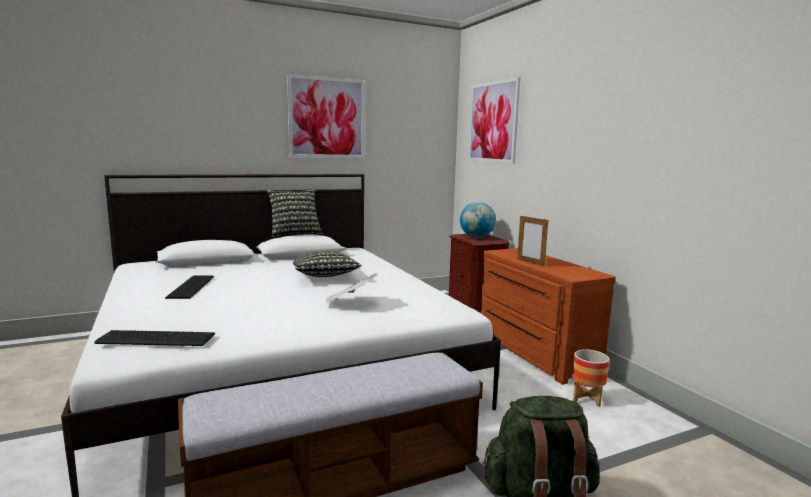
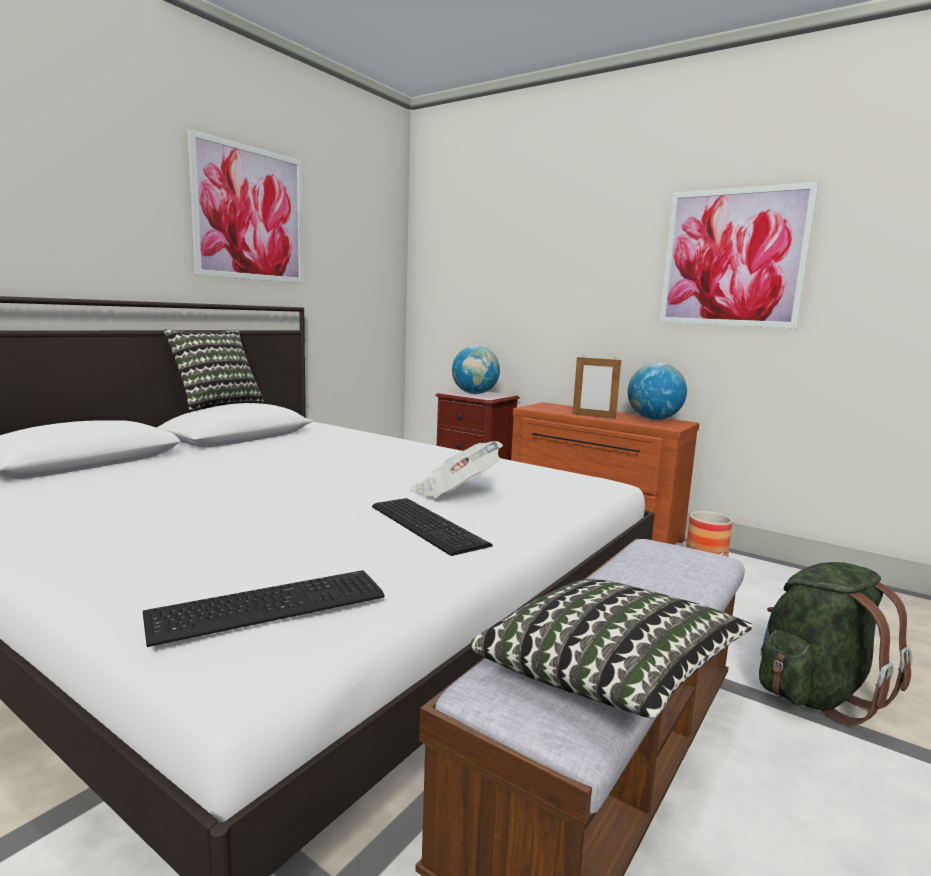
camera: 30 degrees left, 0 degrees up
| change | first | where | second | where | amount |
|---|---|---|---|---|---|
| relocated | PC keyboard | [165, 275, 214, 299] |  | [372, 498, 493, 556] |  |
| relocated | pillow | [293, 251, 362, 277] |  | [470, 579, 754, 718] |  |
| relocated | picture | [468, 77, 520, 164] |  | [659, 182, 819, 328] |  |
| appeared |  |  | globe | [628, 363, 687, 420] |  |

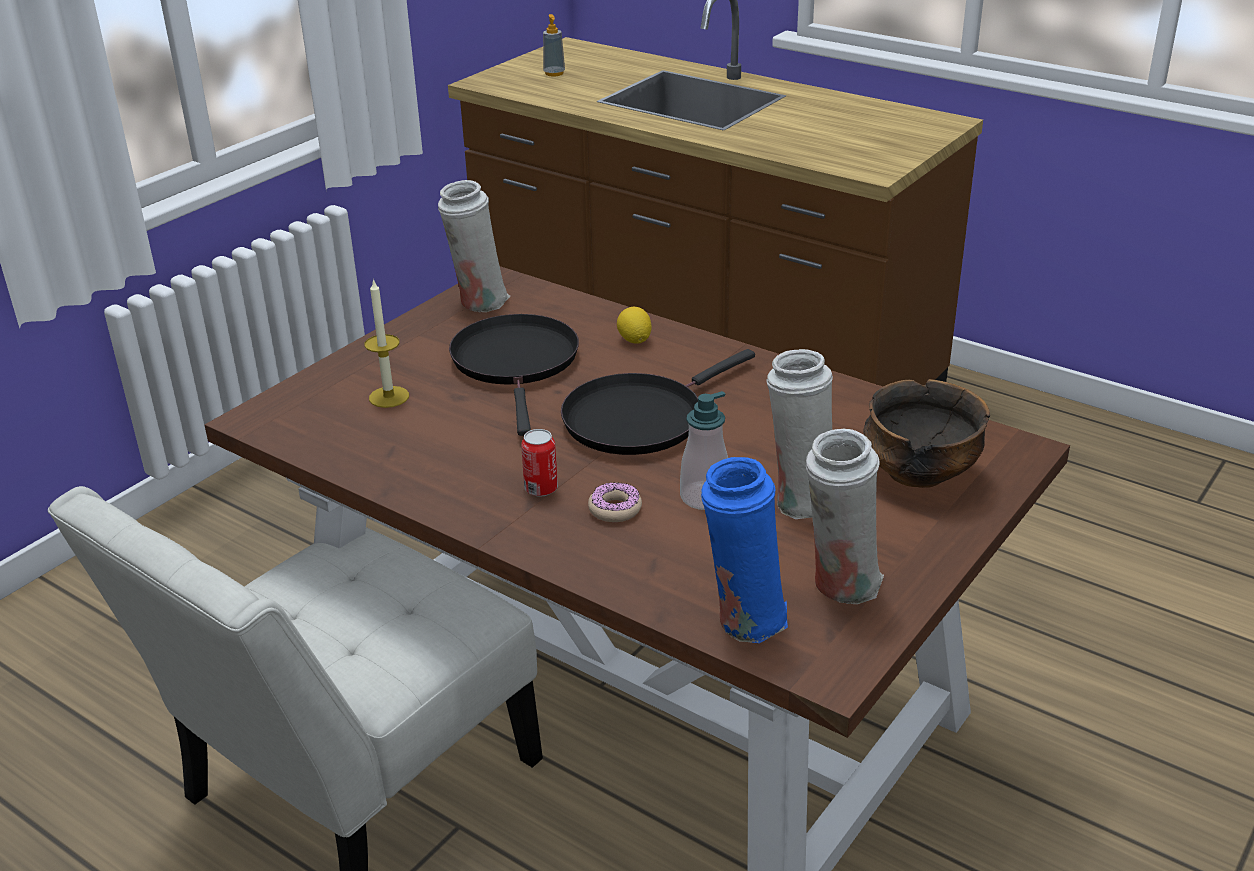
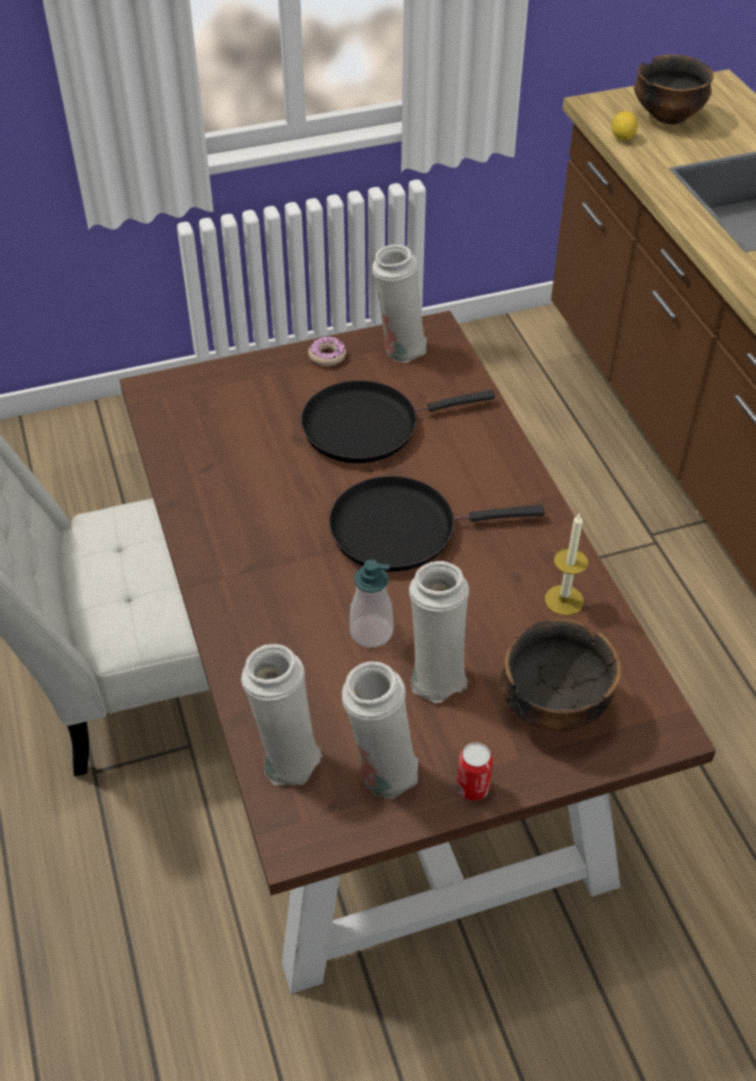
camera: 35 degrees right, 15 degrees up
| change | first | where | second | where | amount |
|---|---|---|---|---|---|
| relocated | wax light | [364, 278, 409, 408] |  | [545, 513, 588, 616] |  |
| spun | black frying pan | [449, 314, 579, 436] |  | [301, 380, 495, 463] | 135 degrees counterclockwise |
| relocated | sealed can | [521, 429, 558, 497] |  | [457, 743, 493, 801] |  |
| exchanged | liquid soap bottle | [543, 14, 565, 77] | serving bowl | [634, 54, 714, 124] |  |
| relocated | ring doughnut | [588, 482, 642, 522] |  | [308, 336, 346, 366] |  |
| relocated | citrus fruit | [617, 307, 652, 344] |  | [612, 111, 638, 141] |  |
| colour | blue vase | [701, 457, 788, 643] | whitish vase | [241, 644, 322, 785] |  |

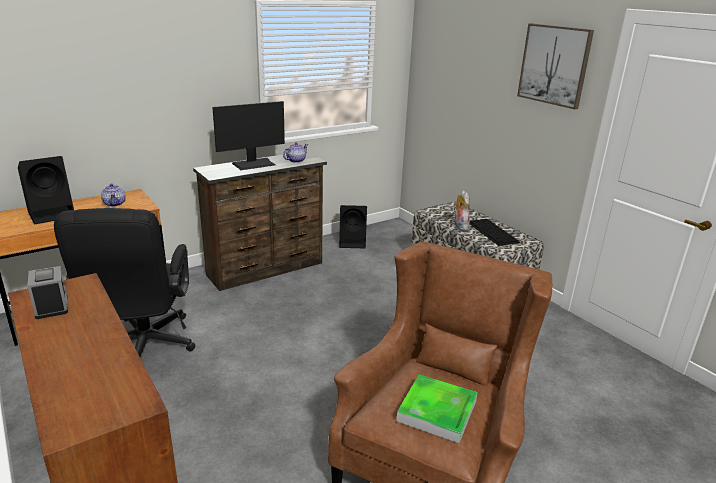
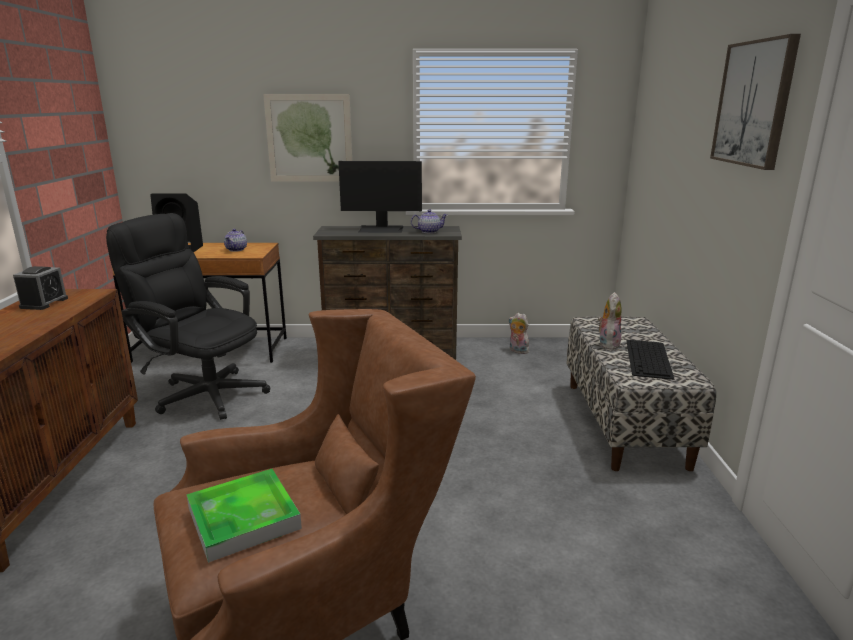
camera: 35 degrees right, 5 degrees down
| change | first | where | second | where | amount |
|---|---|---|---|---|---|
| spun | black computer chair | [54, 208, 195, 356] |  | [106, 213, 270, 420] | 90 degrees clockwise |
| exchanged | black loudspeaker | [339, 205, 367, 248] | cuddly toy | [508, 313, 529, 354] |  |
| appeared |  |  | picture | [263, 94, 352, 182] |  |

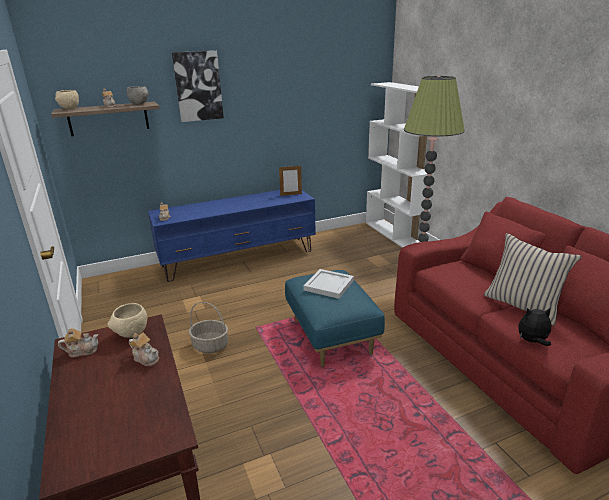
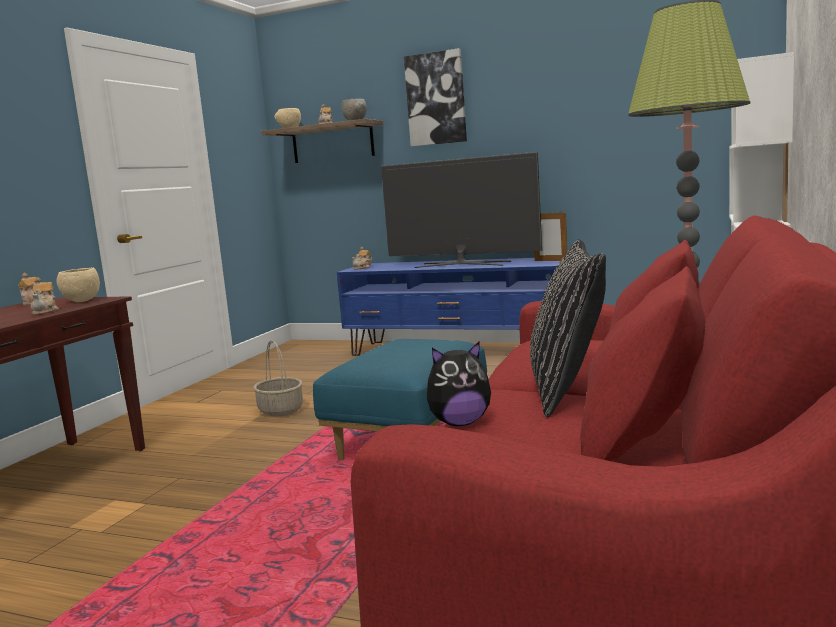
camera: 45 degrees right, 15 degrees down
| change | first | where | second | where | amount |
|---|---|---|---|---|---|
| missing | whitish serving tray | [304, 269, 354, 299] |  |  |  |
| colour | beige-coloured pillow | [484, 233, 582, 326] | black pillow | [530, 239, 606, 418] |  |
| spun | cuddly toy | [518, 308, 551, 346] |  | [427, 342, 491, 426] | 120 degrees clockwise |
| appeared |  |  | TV set | [381, 152, 542, 268] |  |

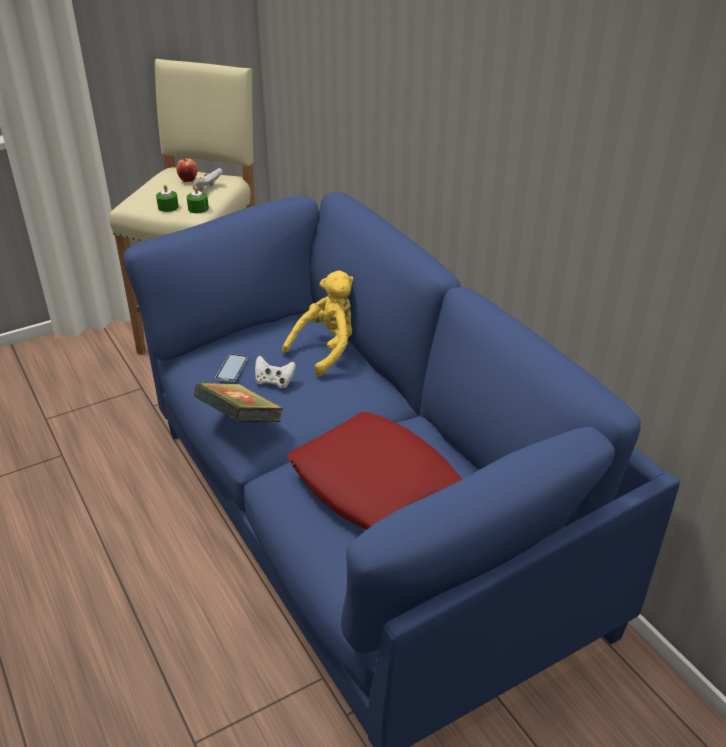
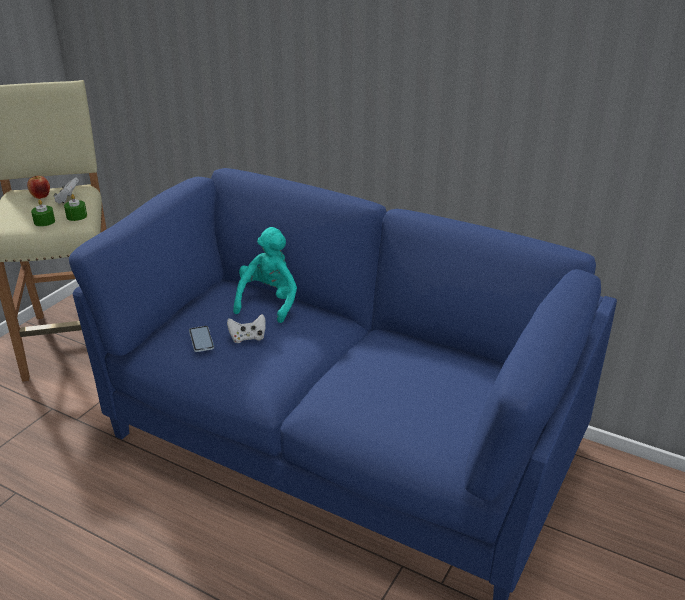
camera: 30 degrees left, 5 degrees down
| change | first | where | second | where | amount |
|---|---|---|---|---|---|
| missing | volume | [193, 382, 284, 422] |  |  |  |
| colour | yellowish cuddly toy | [282, 270, 353, 377] | blue-green cuddly toy | [233, 227, 297, 323] |  |
| missing | reddish pillow | [287, 412, 462, 530] |  |  |  |

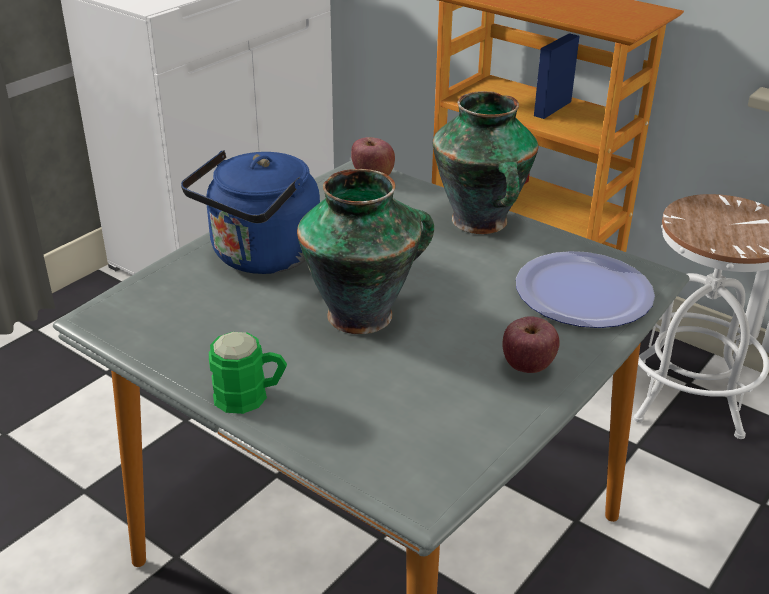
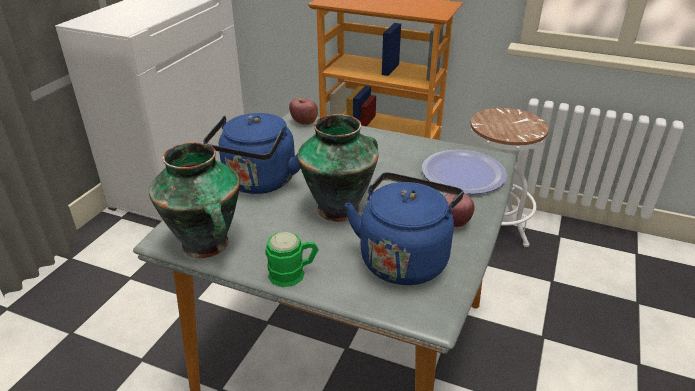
camera: 15 degrees left, 0 degrees up
| change | first | where | second | where | amount |
|---|---|---|---|---|---|
| relocated | vase | [433, 91, 538, 234] |  | [149, 142, 240, 258] |  |
| appeared |  |  | blue water kettle | [345, 173, 464, 285] |  |

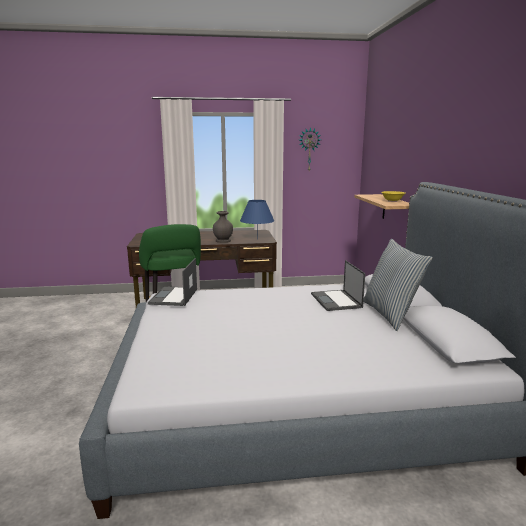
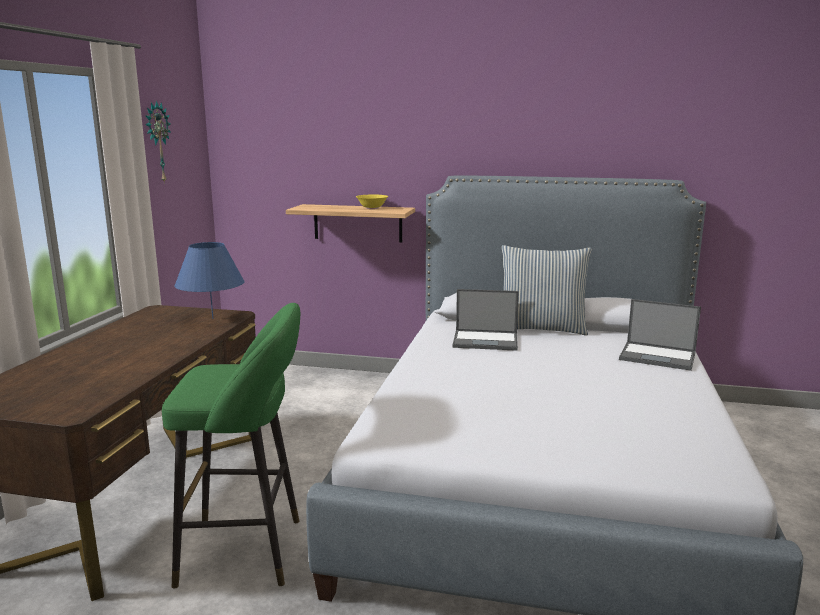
camera: 70 degrees left, 0 degrees up
| change | first | where | second | where | amount |
|---|---|---|---|---|---|
| relocated | laptop | [148, 258, 197, 306] |  | [619, 299, 701, 371] |  |
| missing | gray vase | [213, 211, 233, 243] |  |  |  |

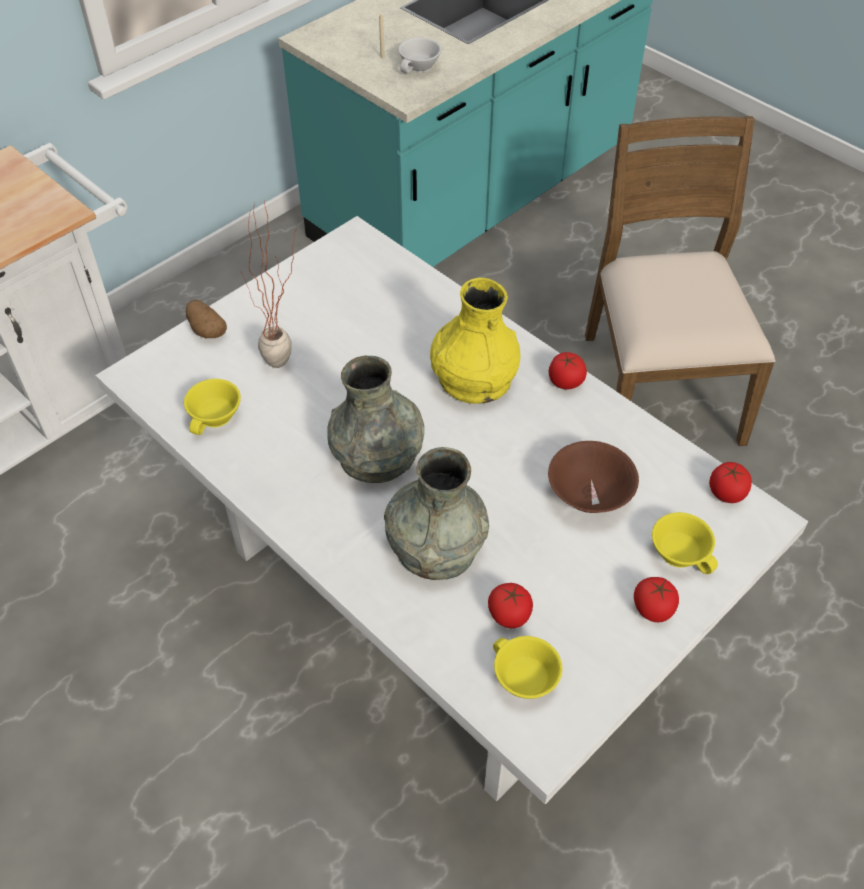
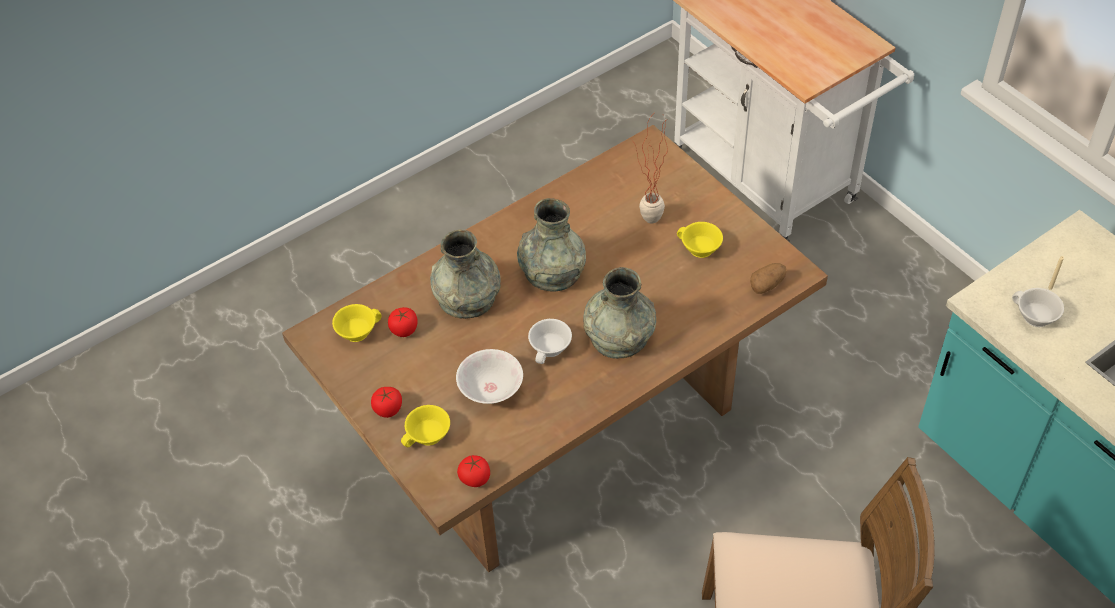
camera: 100 degrees right, 0 degrees up
| change | first | where | second | where | amount |
|---|---|---|---|---|---|
| colour | whitish kitchen table | [96, 216, 808, 804] | brownish kitchen table | [282, 125, 828, 572] |  |
| relocated | yellowish drinking cup | [184, 379, 241, 435] |  | [677, 222, 723, 258] |  |
| relocated | potato | [186, 299, 227, 338] |  | [750, 263, 787, 294] |  |
| colour | yellowish vase | [430, 278, 520, 404] | gray vase | [583, 267, 656, 359] |  |
| colour | brownish serving bowl | [548, 441, 639, 513] | whitish serving bowl | [456, 349, 523, 404] |  |
| missing | fresh tomato | [549, 352, 587, 389] |  |  |  |
| appeared |  |  | whitish drinking cup | [528, 319, 572, 364] |  |

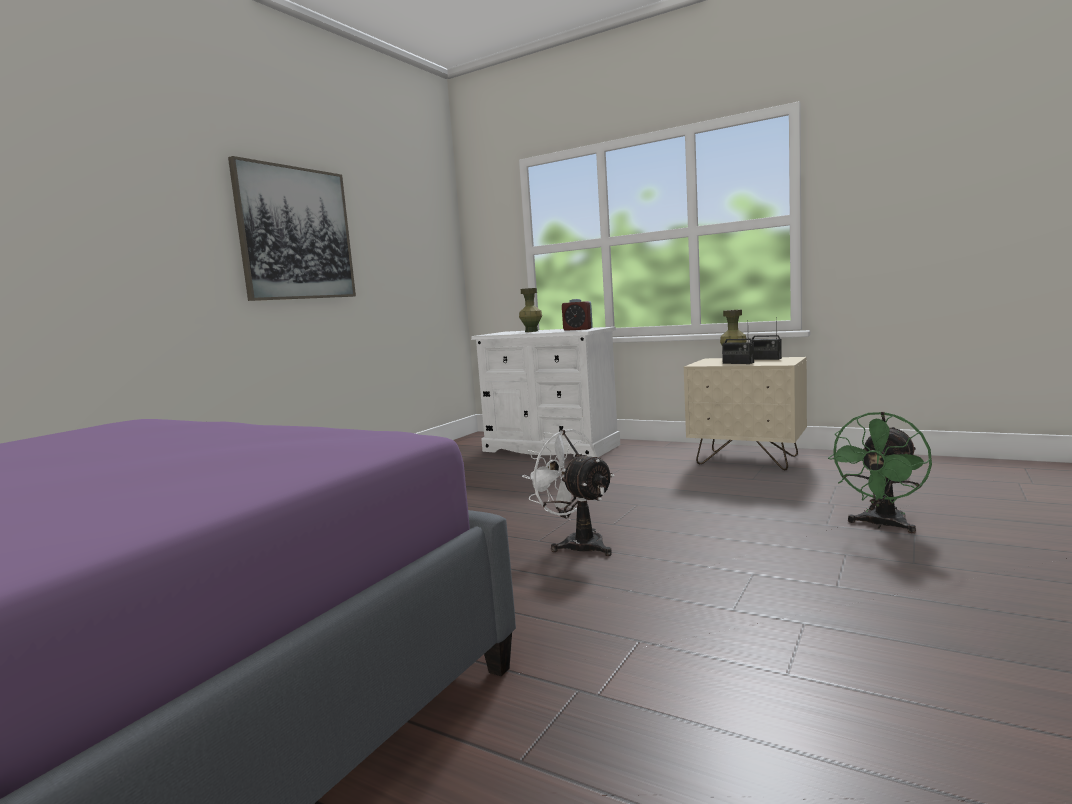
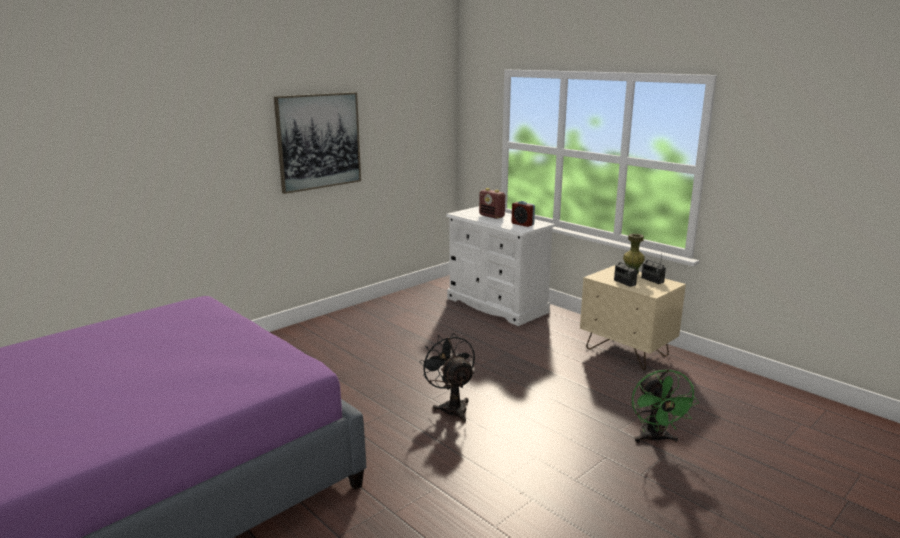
camera: 15 degrees right, 10 degrees up
| change | first | where | second | where | amount |
|---|---|---|---|---|---|
| exchanged | greenish vase | [519, 288, 542, 332] | radio | [479, 188, 505, 219] |  |
| colour | whitish fan | [522, 429, 614, 556] | black fan | [419, 333, 475, 422] |  |
| spun | greenish fan | [828, 412, 932, 533] |  | [632, 369, 699, 444] | 60 degrees counterclockwise |

